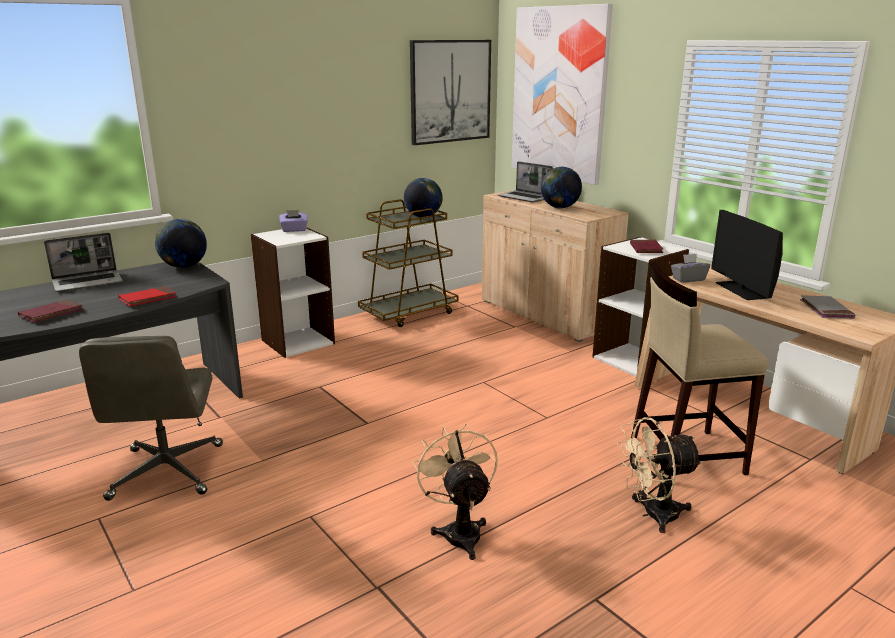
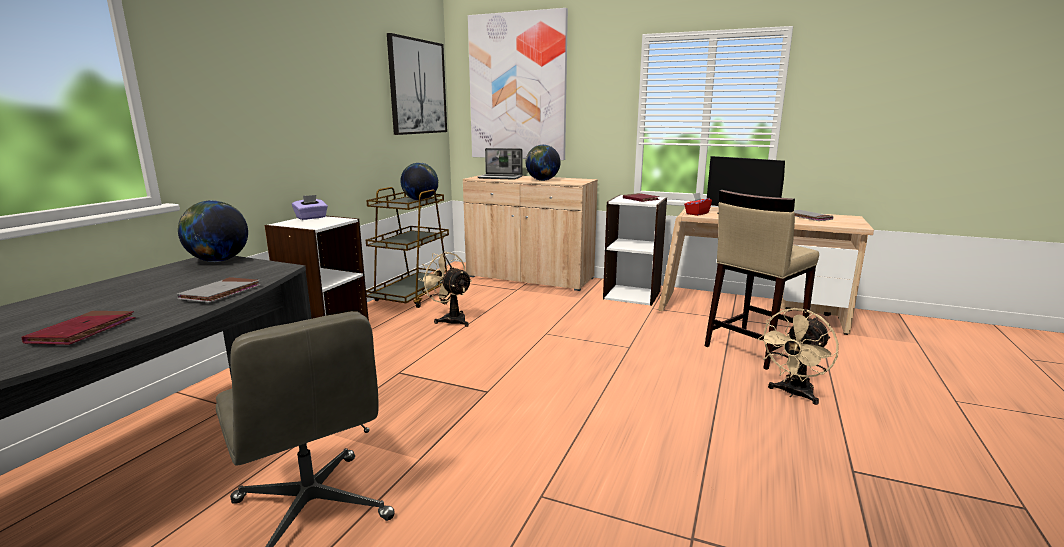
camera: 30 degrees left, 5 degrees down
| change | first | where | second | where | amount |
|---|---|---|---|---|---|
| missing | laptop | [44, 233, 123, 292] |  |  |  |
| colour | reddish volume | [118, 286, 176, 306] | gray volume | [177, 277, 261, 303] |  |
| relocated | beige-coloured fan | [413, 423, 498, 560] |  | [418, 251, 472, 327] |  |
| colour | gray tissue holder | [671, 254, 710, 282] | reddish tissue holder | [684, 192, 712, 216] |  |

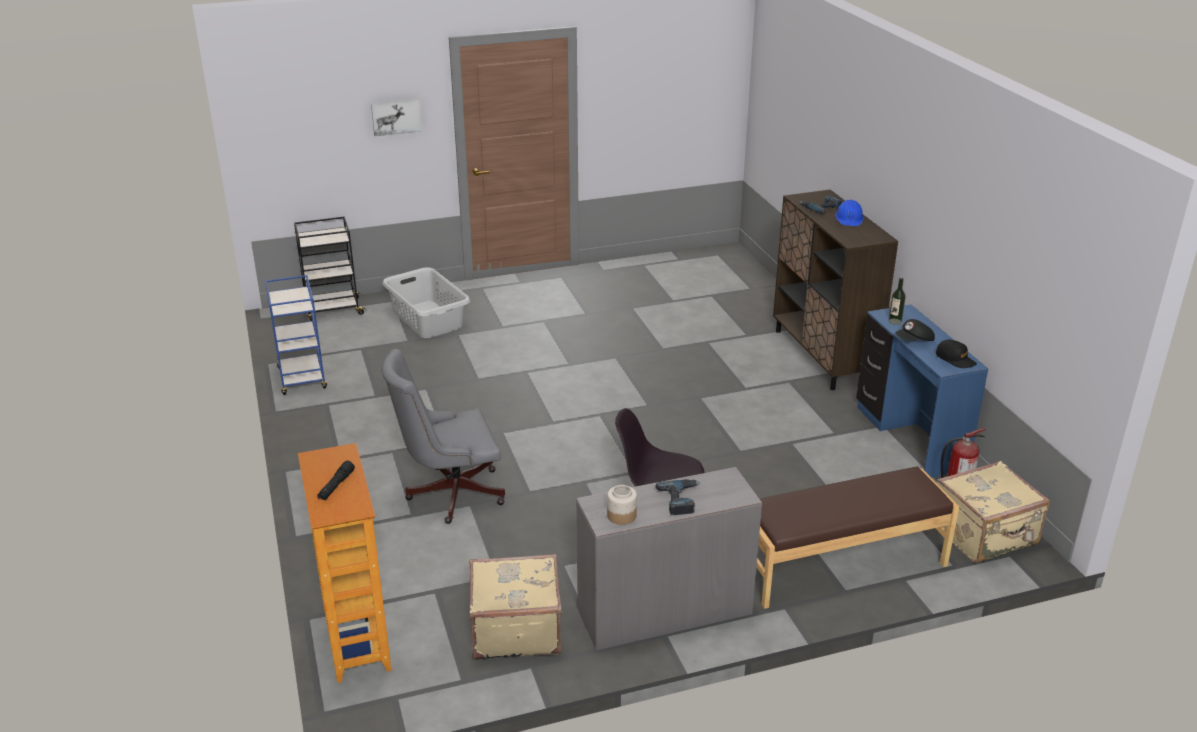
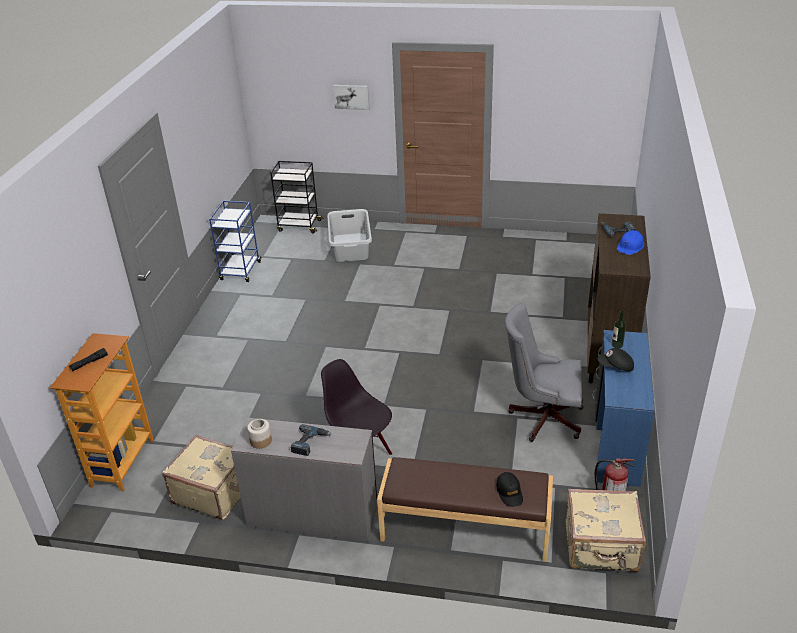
camera: 30 degrees right, 5 degrees up
| change | first | where | second | where | amount |
|---|---|---|---|---|---|
| relocated | gray computer chair | [381, 349, 505, 524] |  | [504, 303, 583, 442] |  |
| relocated | black baseball cap | [936, 339, 977, 368] |  | [496, 472, 523, 507] |  |

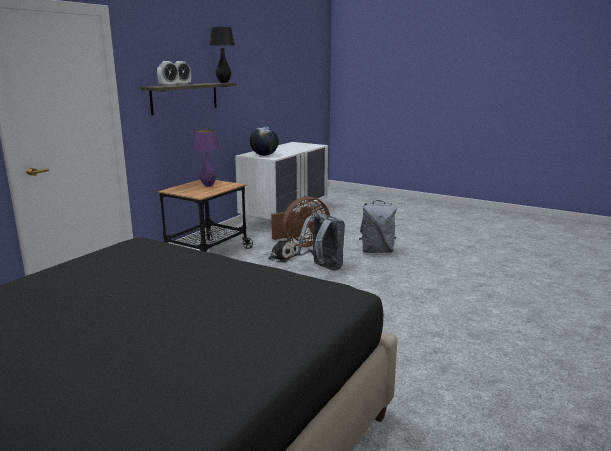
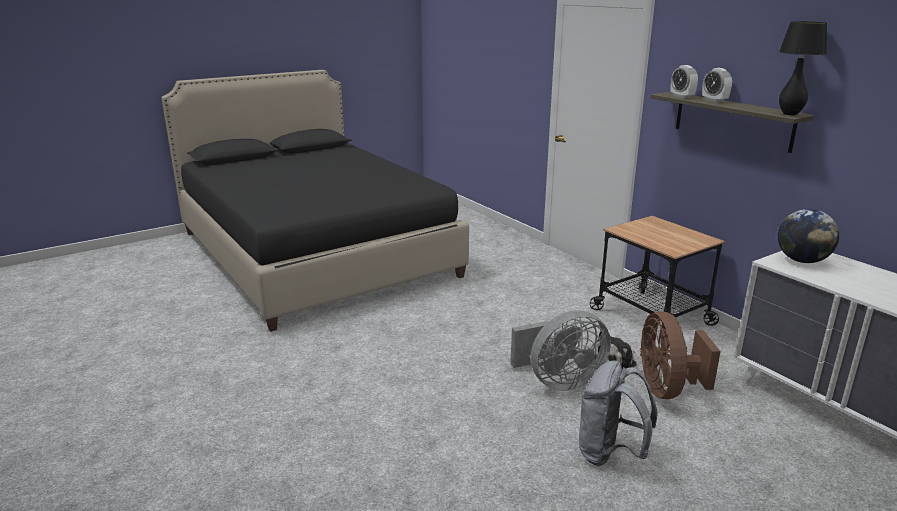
camera: 115 degrees right, 5 degrees up
| change | first | where | second | where | amount |
|---|---|---|---|---|---|
| missing | purple-coloured table lamp | [193, 130, 220, 187] |  |  |  |
| exchanged | gray rucksack | [297, 213, 345, 270] | gray fan | [510, 310, 611, 391] |  |

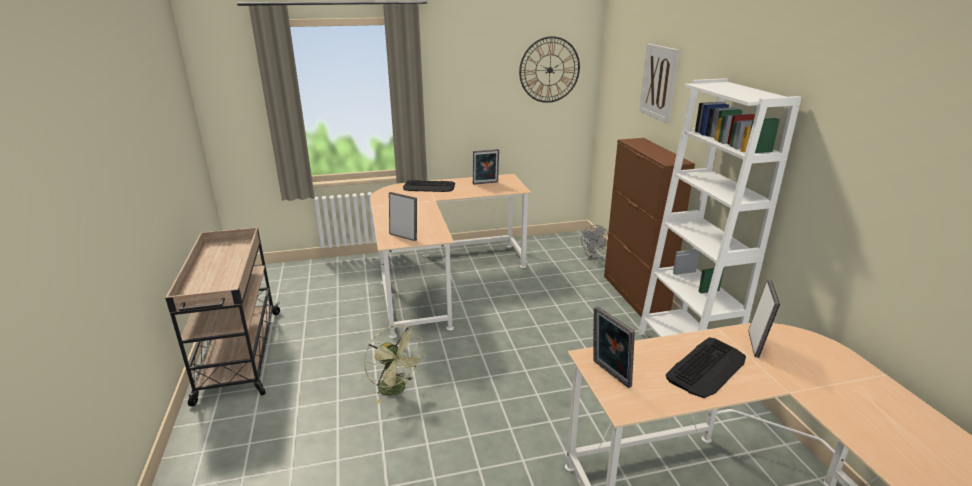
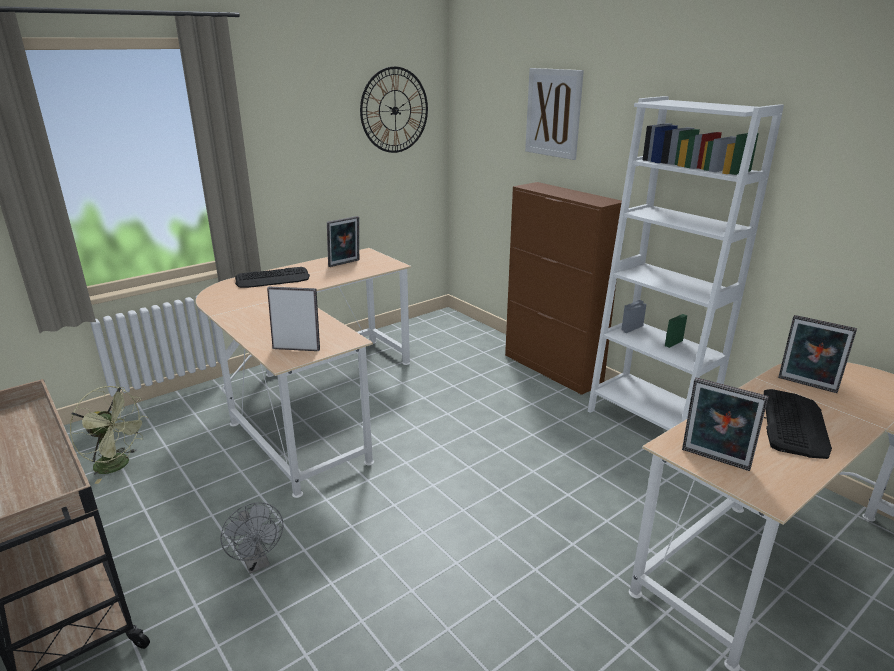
camera: 25 degrees left, 0 degrees up
| change | first | where | second | where | amount |
|---|---|---|---|---|---|
| relocated | greenish fan | [364, 325, 425, 403] |  | [70, 386, 148, 484] |  |
| relocated | gray fan | [581, 225, 608, 259] |  | [220, 502, 283, 574] |  |
| spun | picture frame | [748, 279, 780, 358] |  | [778, 315, 857, 393] | 135 degrees clockwise |

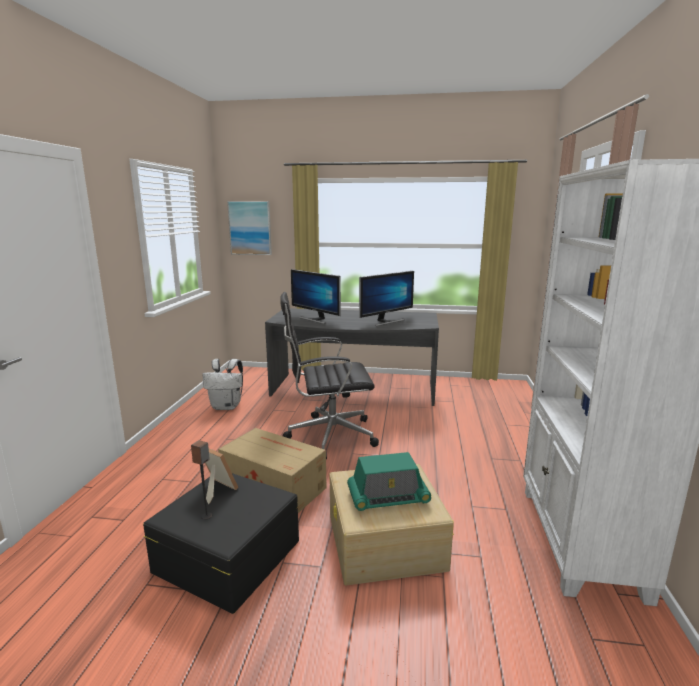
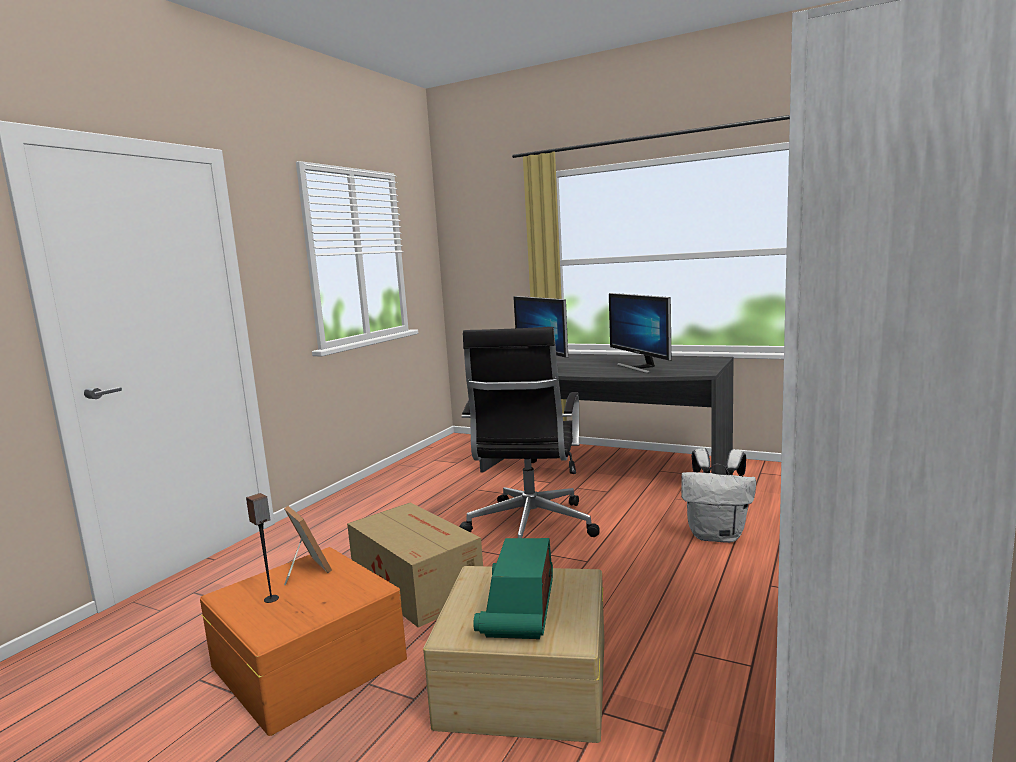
camera: 20 degrees right, 5 degrees down
| change | first | where | second | where | amount |
|---|---|---|---|---|---|
| colour | black storage bin | [143, 473, 299, 614] | orangey storage bin | [200, 547, 407, 736] |  |
| relocated | whitish rucksack | [202, 359, 243, 410] |  | [681, 448, 756, 543] |  |
| missing | picture | [227, 201, 272, 255] |  |  |  |
| spun | black computer chair | [280, 292, 379, 459] |  | [459, 327, 600, 538] | 90 degrees counterclockwise |
| spun | radio | [347, 452, 431, 511] |  | [474, 538, 553, 639] | 90 degrees clockwise |
| spun | monitor | [359, 271, 414, 326] |  | [609, 293, 671, 373] | 90 degrees clockwise |

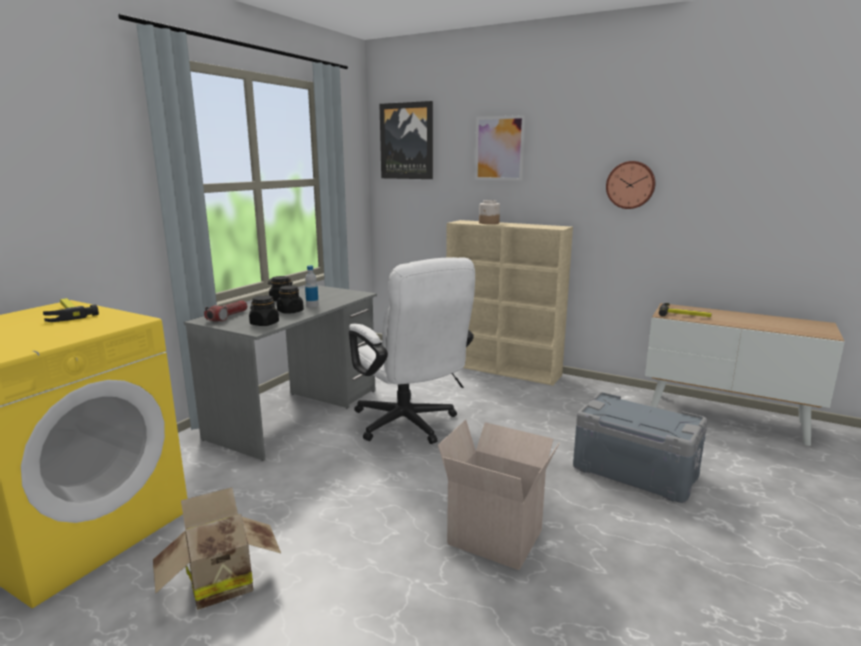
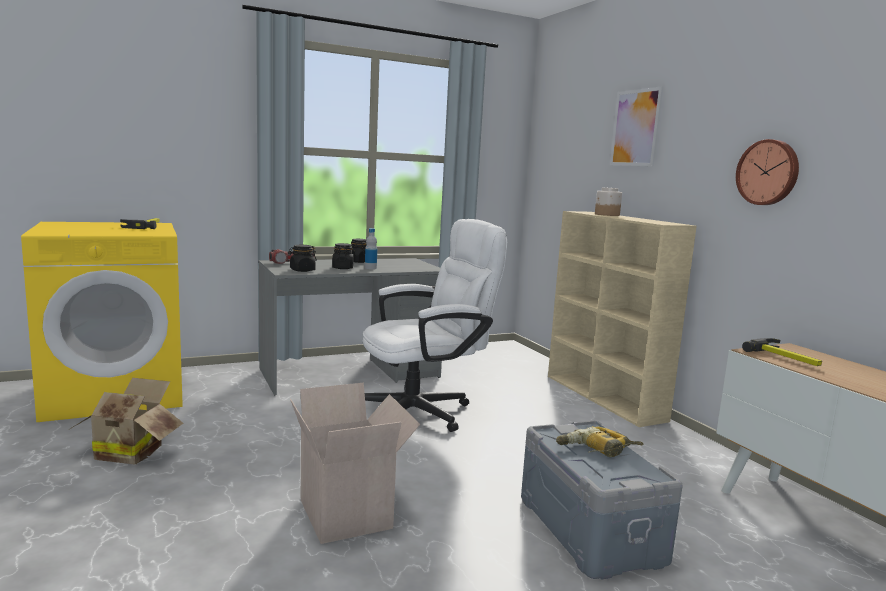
camera: 35 degrees right, 5 degrees down
| change | first | where | second | where | amount |
|---|---|---|---|---|---|
| spun | whitish computer chair | [349, 257, 475, 444] |  | [363, 219, 507, 432] | 120 degrees counterclockwise |
| missing | picture | [379, 101, 433, 179] |  |  |  |
| appeared |  |  | drill | [556, 426, 643, 457] |  |

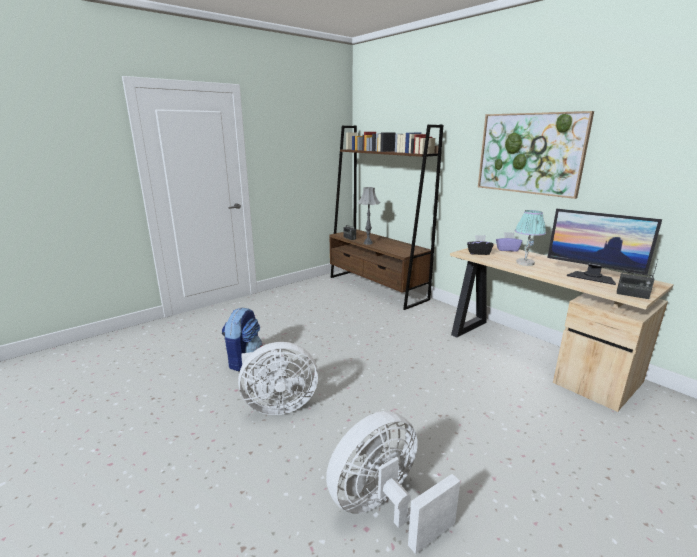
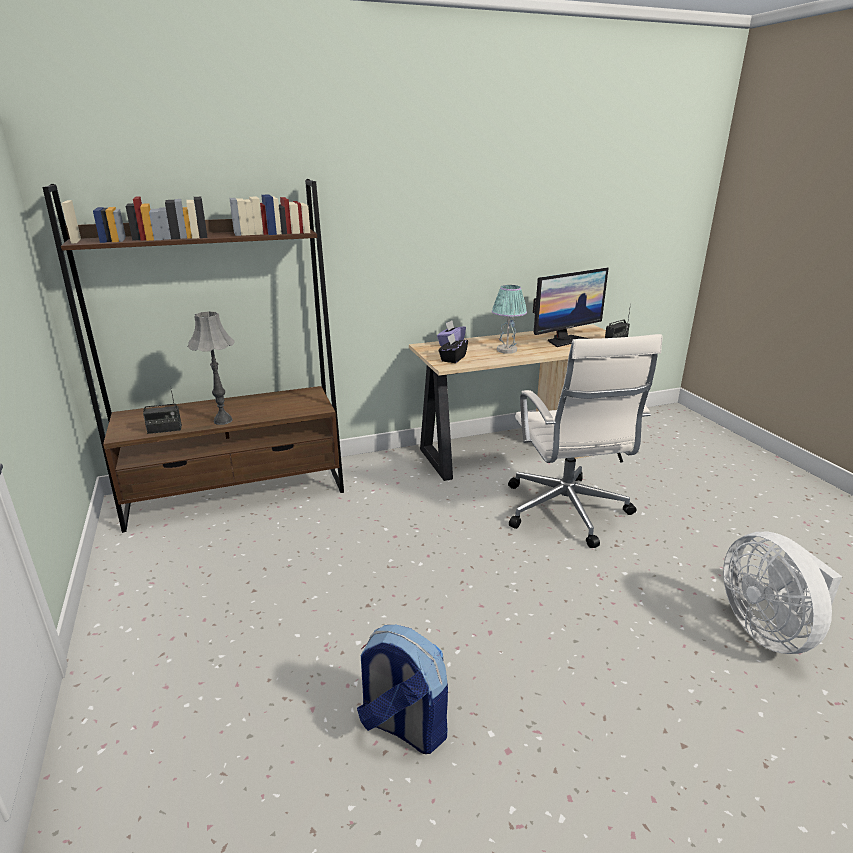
camera: 70 degrees left, 5 degrees up
| change | first | where | second | where | amount |
|---|---|---|---|---|---|
| missing | whitish fan | [238, 342, 318, 415] |  |  |  |
| missing | picture | [478, 111, 594, 199] |  |  |  |
| appeared |  |  | whitish computer chair | [508, 334, 663, 548] |  |

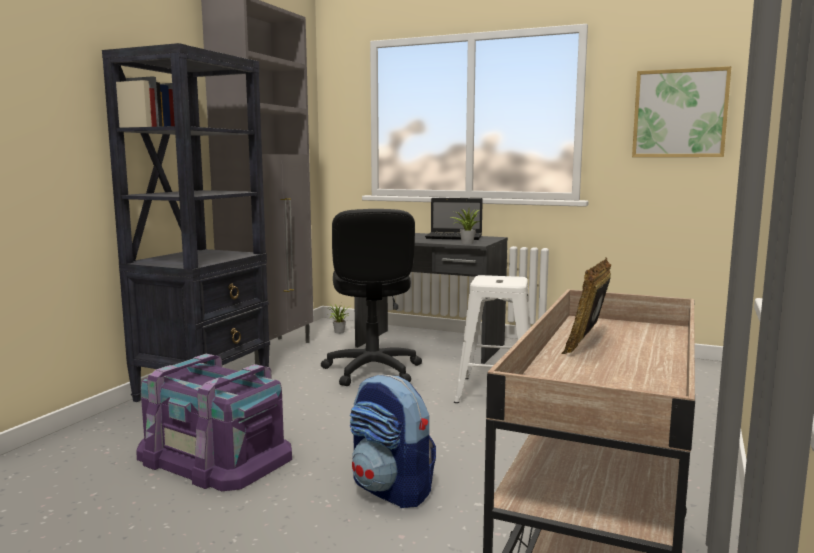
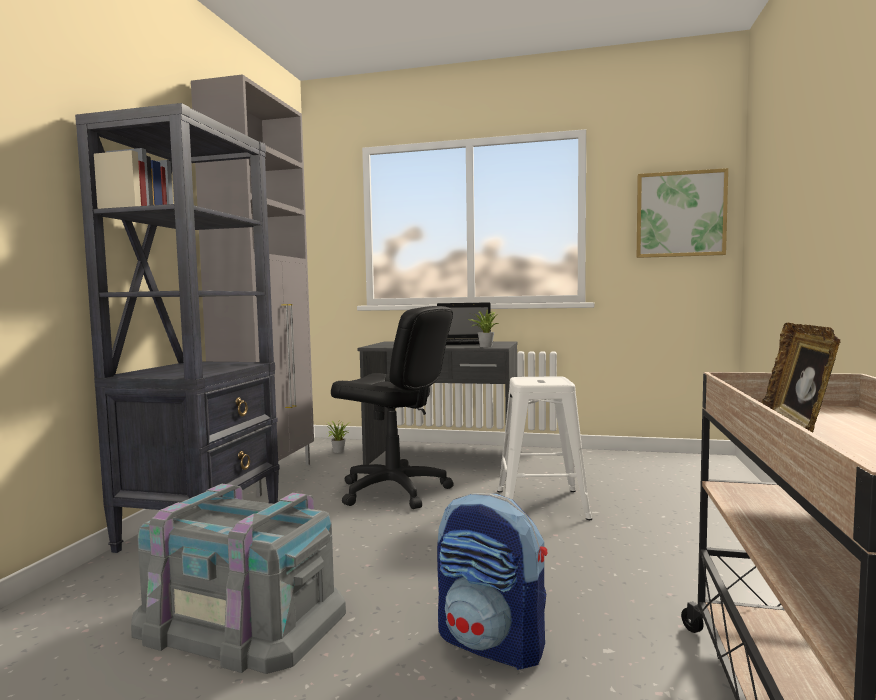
camera: 10 degrees left, 5 degrees down
| change | first | where | second | where | amount |
|---|---|---|---|---|---|
| colour | purple-coloured storage bin | [136, 354, 292, 491] | gray storage bin | [131, 484, 346, 674] |  |
| spun | black computer chair | [321, 209, 422, 386] |  | [331, 306, 454, 509] | 45 degrees counterclockwise |

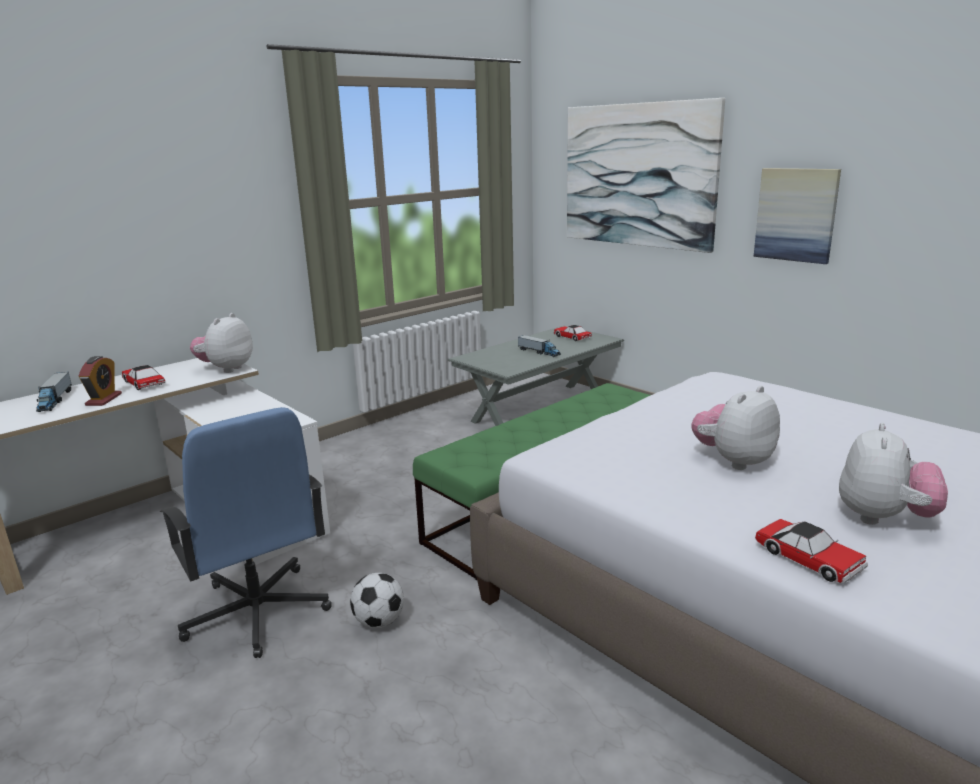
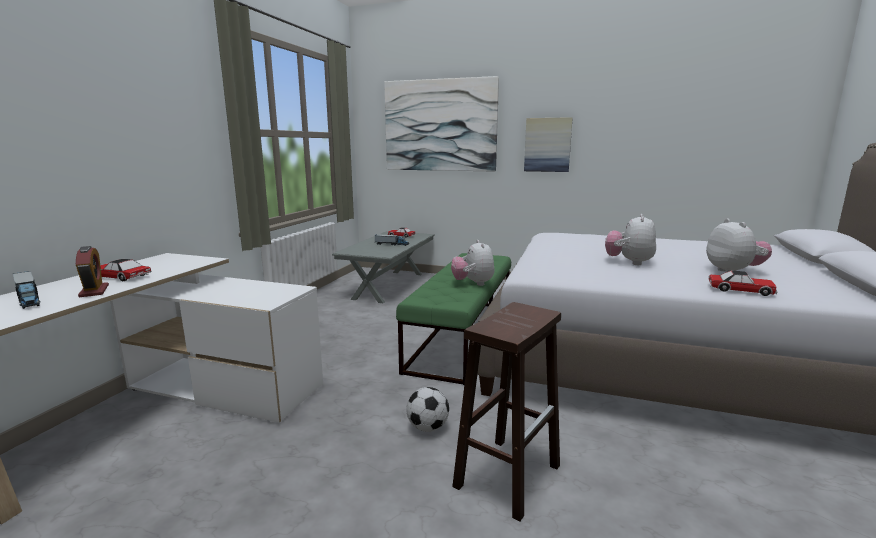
camera: 30 degrees left, 5 degrees down
| change | first | where | second | where | amount |
|---|---|---|---|---|---|
| missing | blue computer chair | [160, 407, 332, 658] |  |  |  |
| relocated | cuddly toy | [190, 313, 253, 373] |  | [451, 240, 495, 286] |  |
| appeared |  |  | brownish stool | [452, 302, 561, 522] |  |

